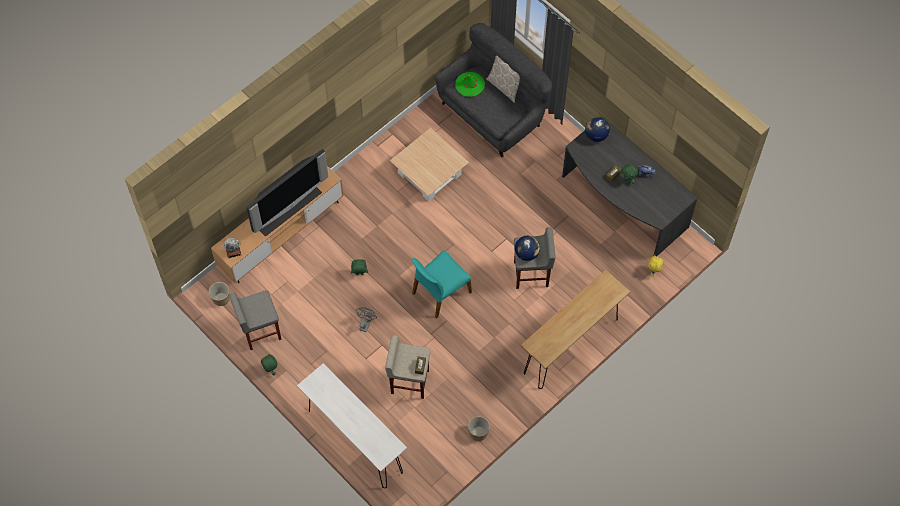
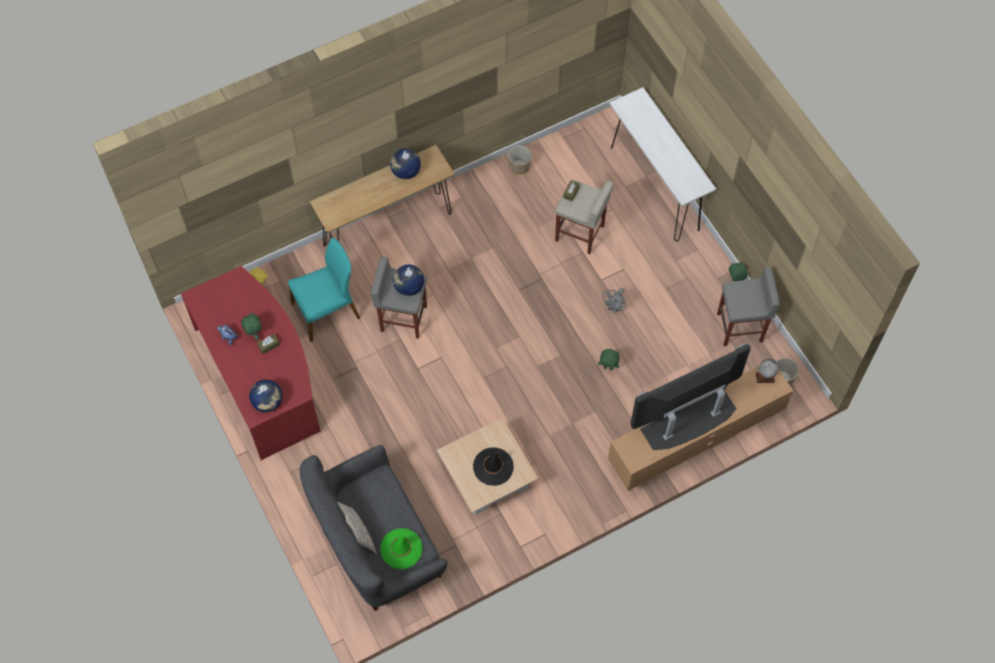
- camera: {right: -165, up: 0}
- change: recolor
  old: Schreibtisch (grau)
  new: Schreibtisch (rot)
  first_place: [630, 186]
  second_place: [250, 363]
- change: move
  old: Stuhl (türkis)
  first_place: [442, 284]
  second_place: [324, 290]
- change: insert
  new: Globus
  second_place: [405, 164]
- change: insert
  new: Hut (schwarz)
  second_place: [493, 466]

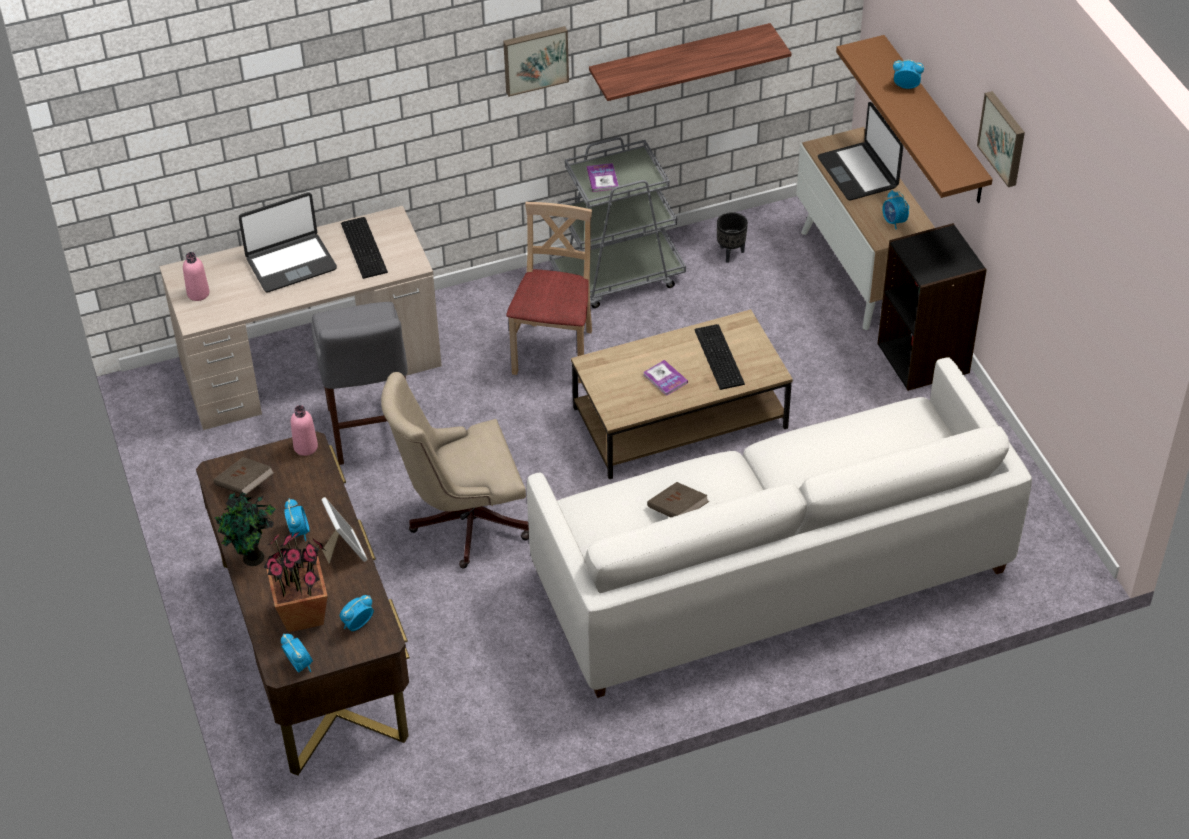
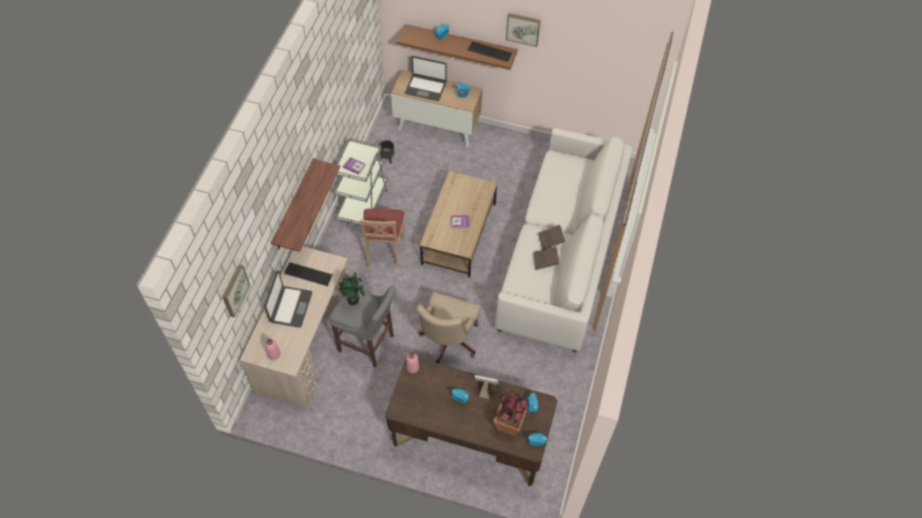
- camera: {right: -55, up: 10}
- change: move
  old: Wandregal
  first_place: [690, 62]
  second_place: [305, 205]
- change: move
  old: Bild
  first_place: [536, 61]
  second_place: [236, 291]
- change: rotate
  old: Stuhl (beige)
  first_place: [549, 292]
  second_place: [382, 238]
  degrees: -135
- change: delete
  old: Bücherregal (schwarz)
  first_place: [932, 307]
- change: move
  old: Tastatur
  first_place: [720, 357]
  second_place: [490, 51]
- change: move
  old: Buch (braun)
  first_place: [244, 475]
  second_place: [551, 237]
- change: move
  old: Topfpflanze
  first_place: [245, 529]
  second_place: [352, 289]

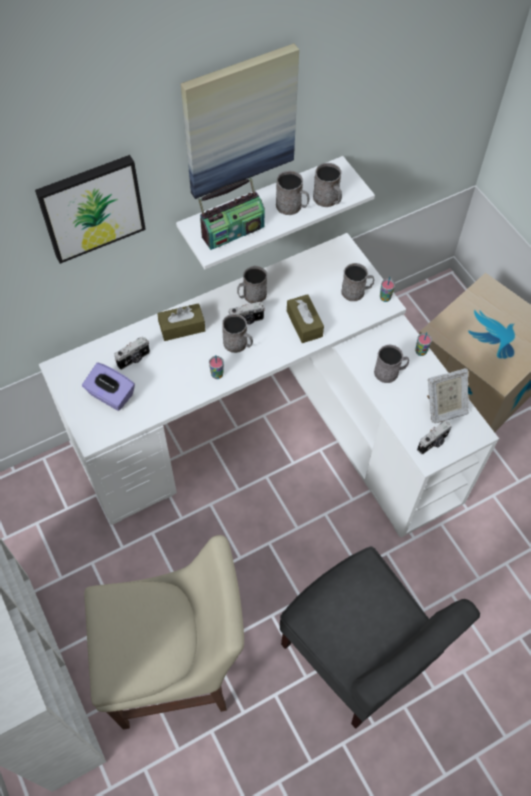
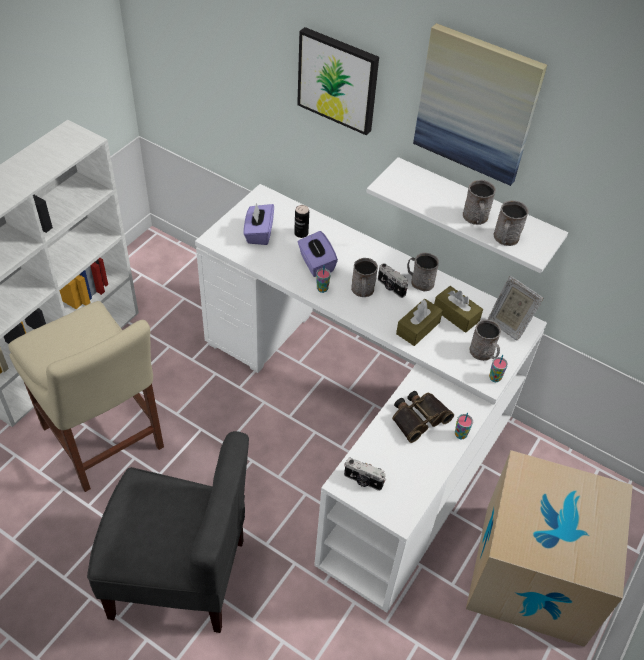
- camera: {right: 60, up: -10}
- change: delete
  old: Radio
  first_place: [231, 213]
- change: move
  old: Taschentuchbox (braun)
  first_place: [181, 322]
  second_place: [458, 309]
- change: replace
  old: Kamera
  new: Dose
  first_place: [132, 353]
  second_place: [301, 221]
- change: replace
  old: Henkelbecher (grau)
  new: Fernglas
  first_place: [391, 364]
  second_place: [423, 417]
- change: move
  old: Bilderrahmen
  first_place: [448, 395]
  second_place: [515, 308]
- change: rotate
  old: Stuhl (grau)
  first_place: [380, 637]
  second_place: [168, 532]
  degrees: -105
- change: insert
  new: Taschentuchbox (lila)
  second_place: [318, 254]

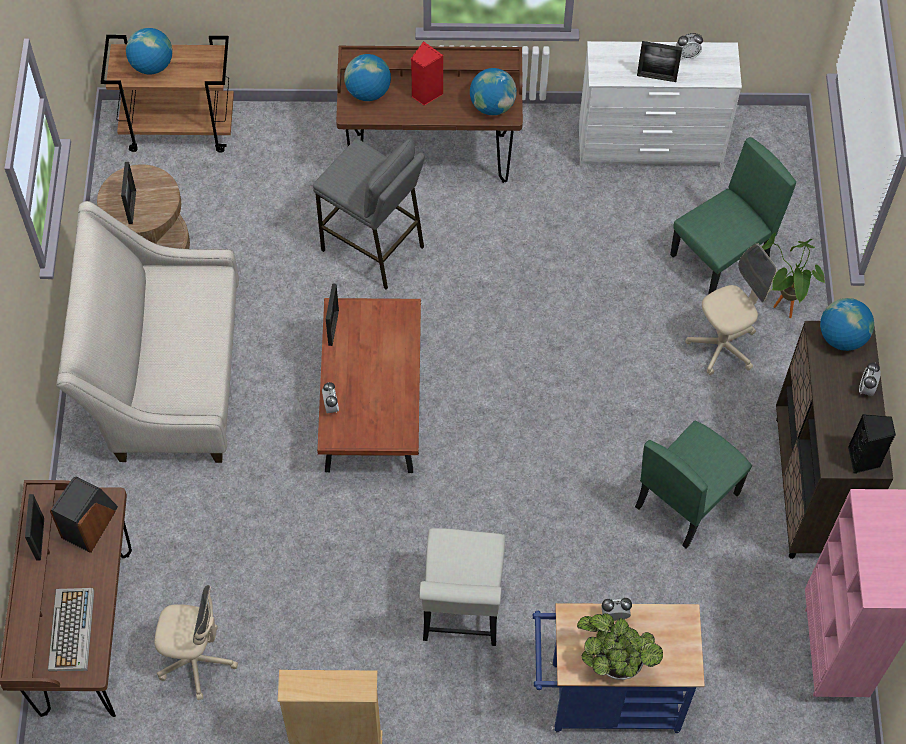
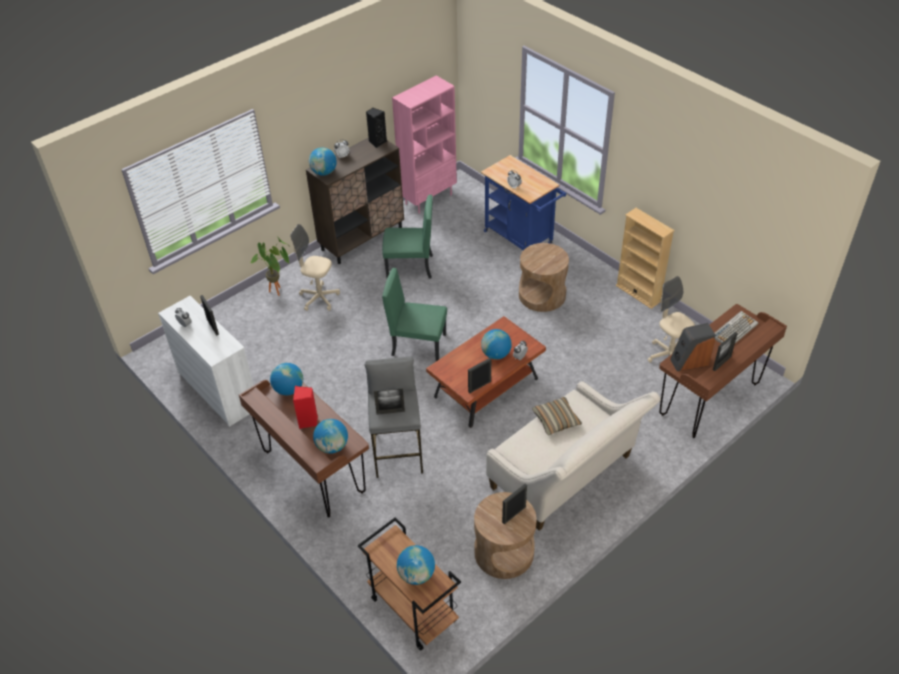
- camera: {right: -130, up: -15}
- change: move
  old: Stuhl (grün)
  first_place: [733, 215]
  second_place: [414, 314]
- change: replace
  old: Stuhl (weiß)
  new: Beistelltisch (braun)
  first_place: [462, 587]
  second_place: [544, 277]
- change: delete
  old: Topfpflanze
  first_place: [620, 646]
- change: insert
  new: Globus
  second_place: [496, 344]
- change: insert
  new: Bilderrahmen
  second_place: [389, 400]
- change: insert
  new: Kissen
  second_place: [557, 416]

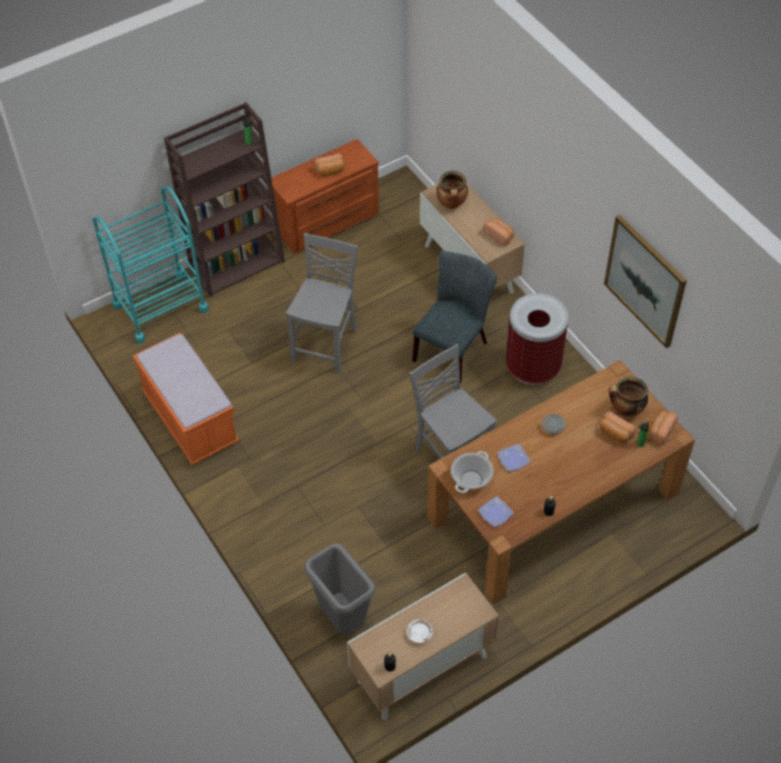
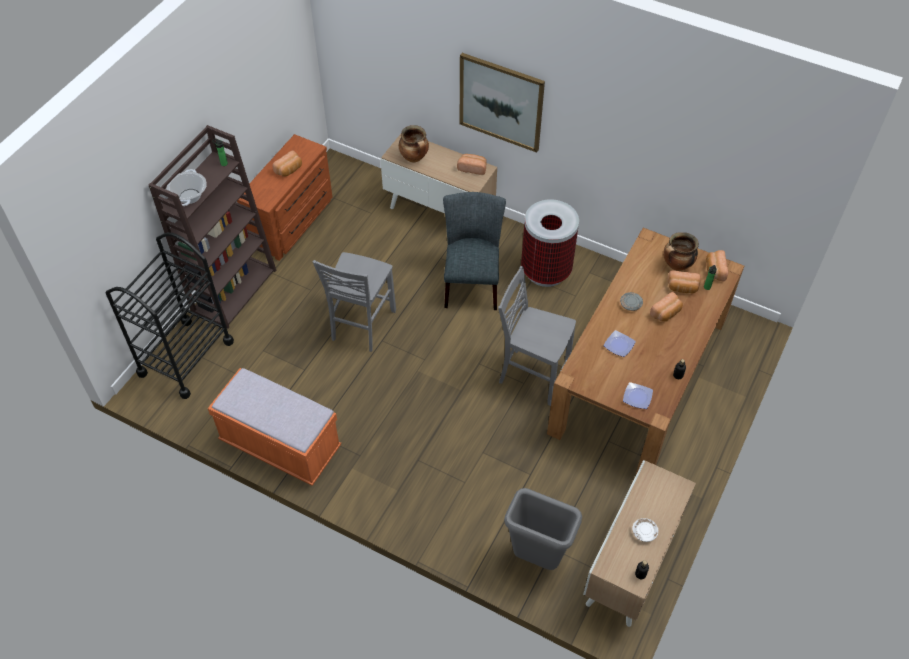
- camera: {right: -30, up: 0}
- change: recolor
  old: Rollwagen (türkis)
  new: Rollwagen (schwarz)
  first_place: [150, 265]
  second_place: [170, 315]
- change: move
  old: Bild
  first_place: [645, 282]
  second_place: [502, 103]
- change: rotate
  old: Stuhl (grau)
  first_place: [322, 303]
  second_place: [354, 302]
  degrees: -150
- change: move
  old: Kochtopf
  first_place: [472, 472]
  second_place: [187, 187]
- change: insert
  new: Brot
  second_place: [666, 307]

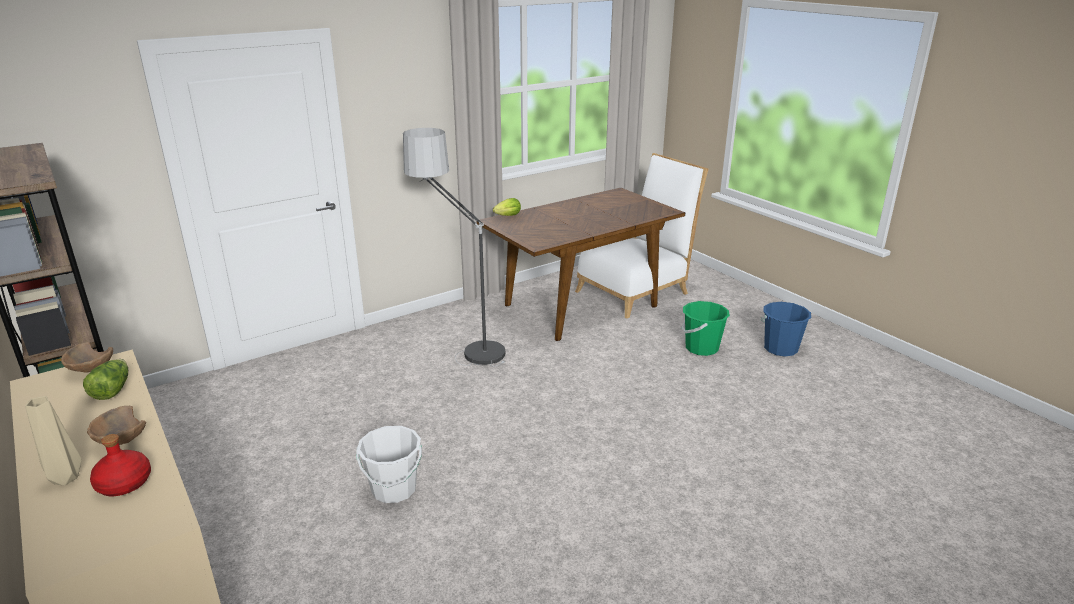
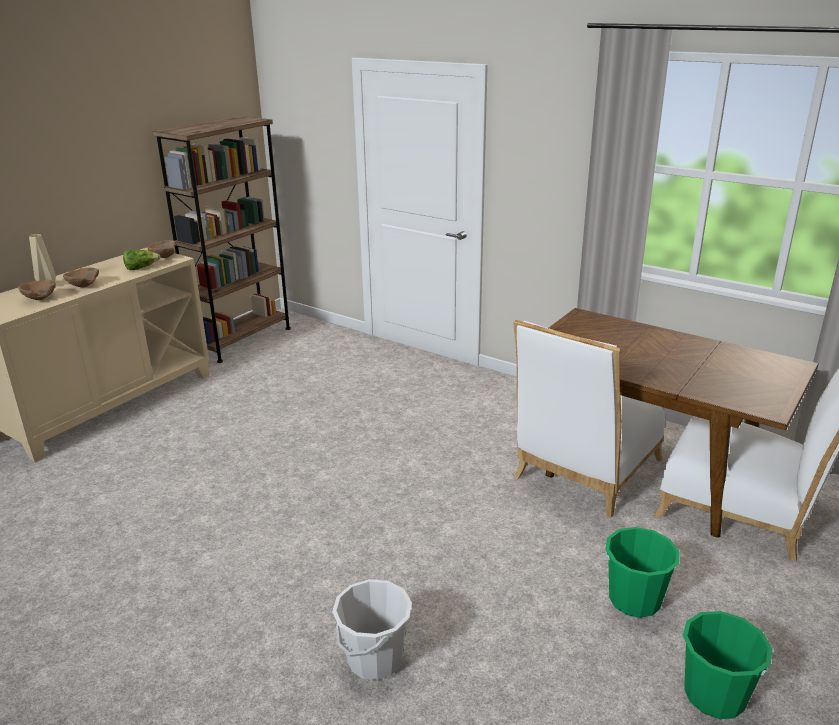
- camera: {right: 70, up: 0}
- change: delete
  old: Stehlampe
  first_place: [454, 247]
- change: delete
  old: Salatkopf
  first_place: [507, 207]
- change: recolor
  old: Eimer (blau)
  new: Eimer (grün)
  first_place: [786, 329]
  second_place: [727, 665]
- change: move
  old: Eimer (weiß)
  first_place: [389, 464]
  second_place: [372, 629]
- change: replace
  old: Flasche (rot)
  new: Schüssel (braun)
  first_place: [120, 465]
  second_place: [37, 290]
- change: insert
  new: Stuhl (weiß)
  second_place: [589, 419]

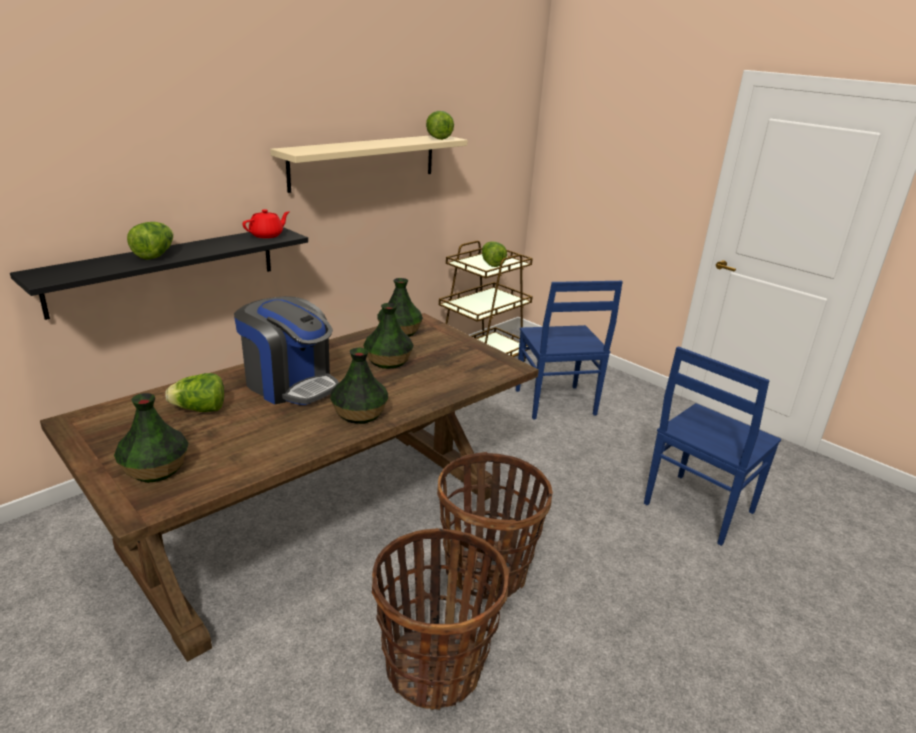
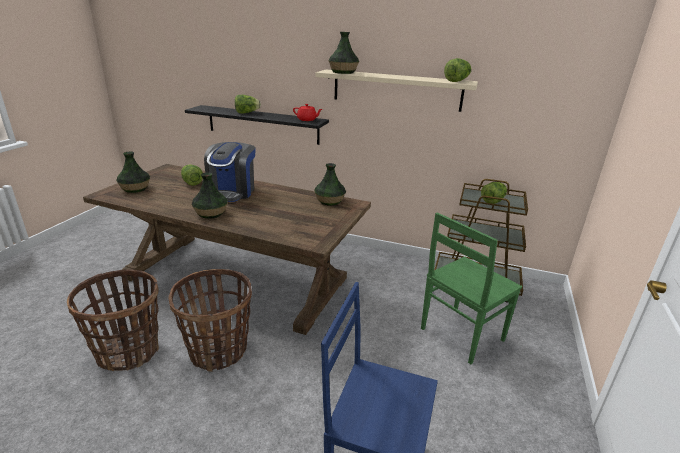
- camera: {right: 65, up: 0}
- change: recolor
  old: Stuhl (blau)
  new: Stuhl (grün)
  first_place: [569, 350]
  second_place: [471, 288]
- change: move
  old: Vase
  first_place: [388, 336]
  second_place: [343, 53]

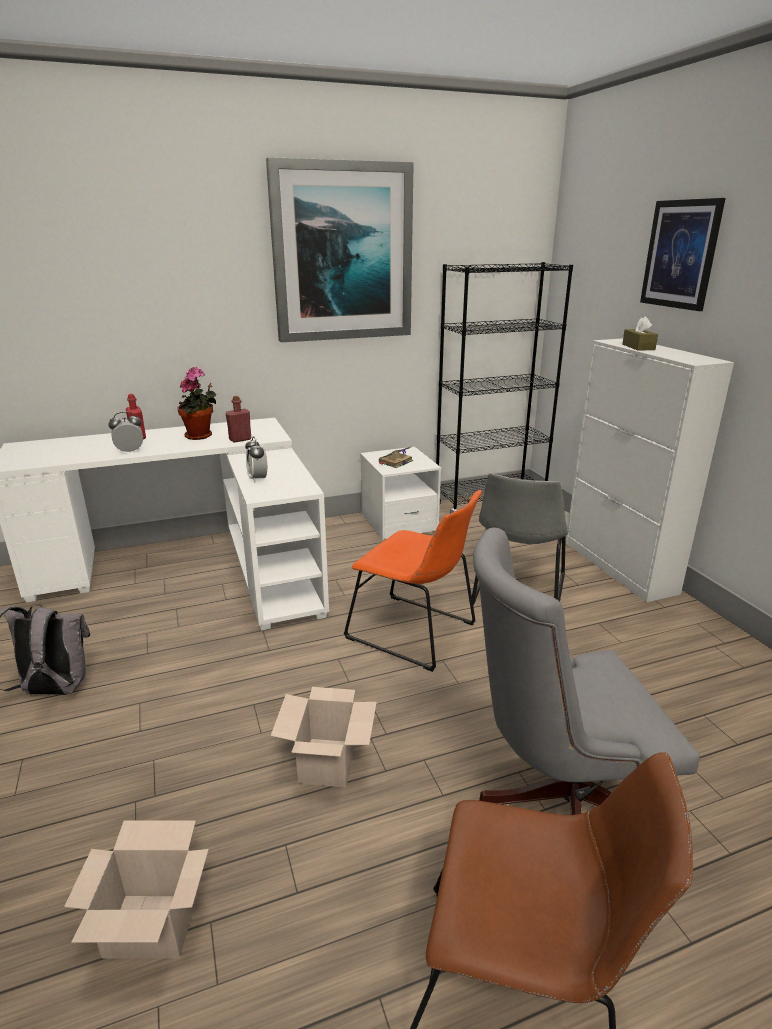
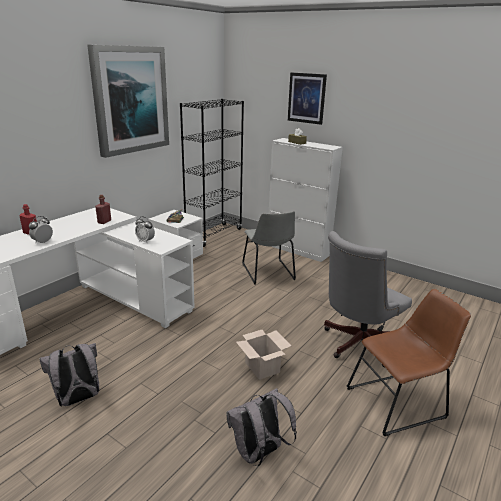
- camera: {right: -35, up: 0}
- change: delete
  old: Topfpflanze
  first_place: [196, 403]
- change: delete
  old: Stuhl (orange)
  first_place: [413, 581]
- change: replace
  old: Karton
  new: Rucksack (grau)
  first_place: [136, 890]
  second_place: [261, 427]

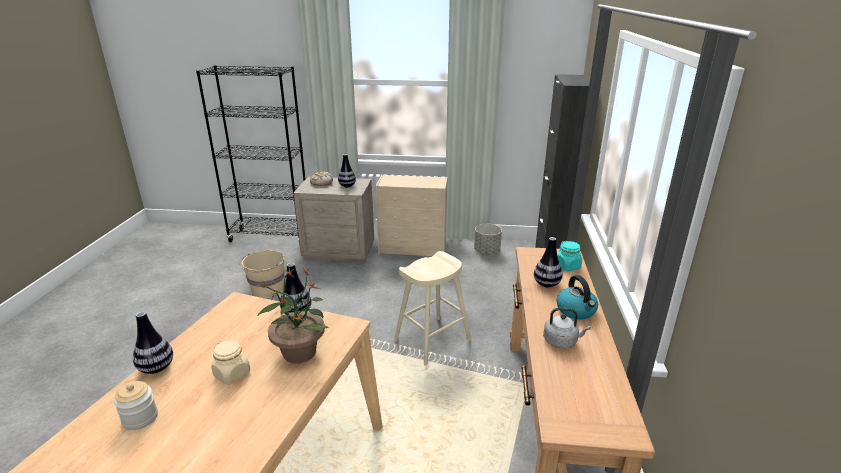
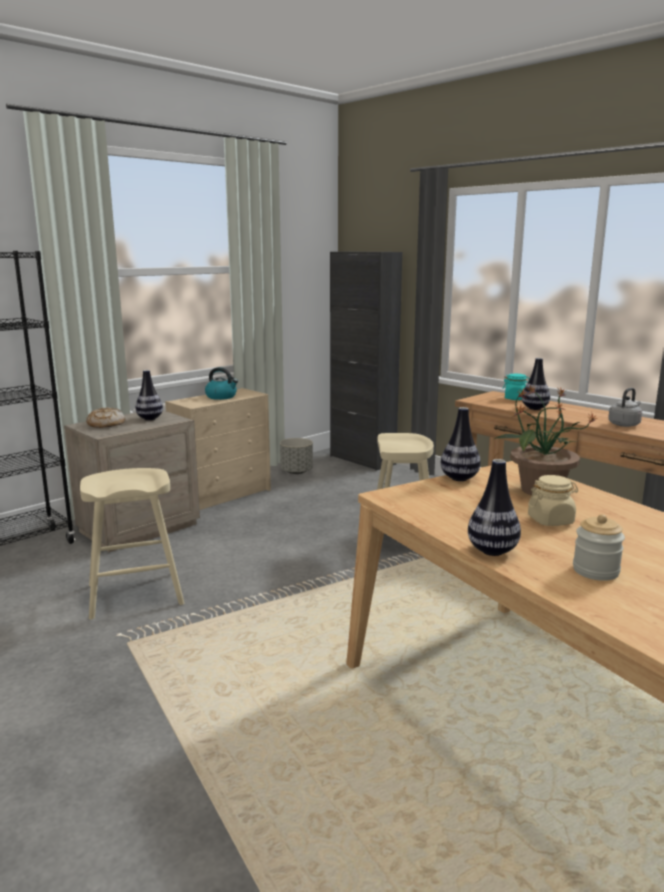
- camera: {right: -50, up: -10}
- change: replace
  old: Eimer (beige)
  new: Hocker (beige)
  first_place: [262, 274]
  second_place: [132, 544]
- change: move
  old: Wasserkessel
  first_place: [577, 297]
  second_place: [221, 383]

